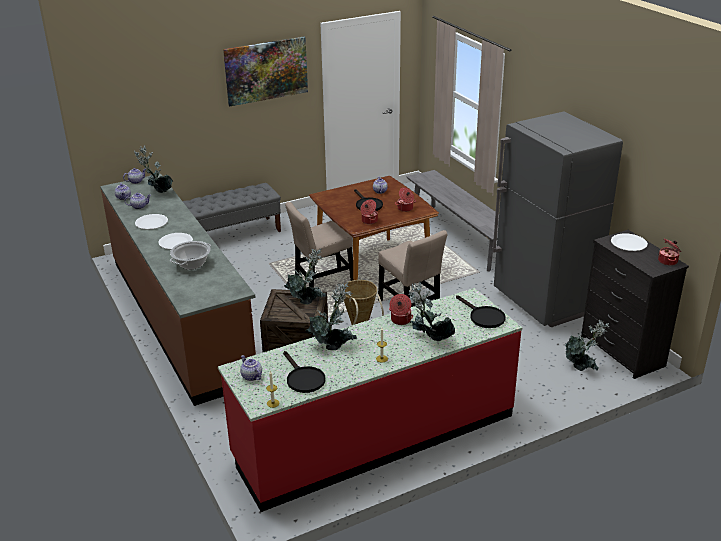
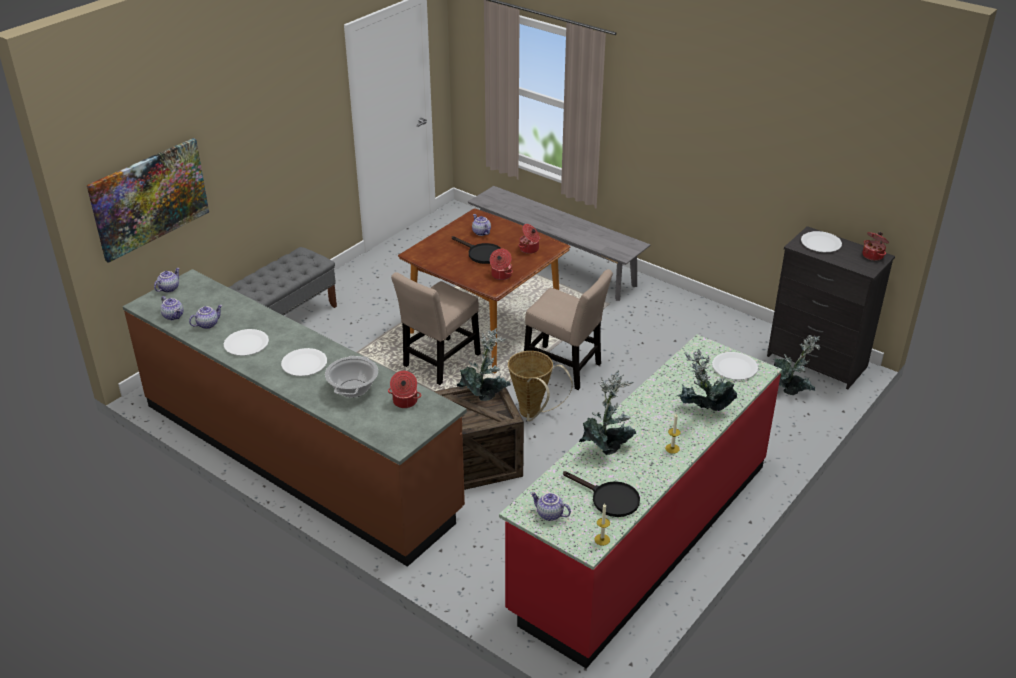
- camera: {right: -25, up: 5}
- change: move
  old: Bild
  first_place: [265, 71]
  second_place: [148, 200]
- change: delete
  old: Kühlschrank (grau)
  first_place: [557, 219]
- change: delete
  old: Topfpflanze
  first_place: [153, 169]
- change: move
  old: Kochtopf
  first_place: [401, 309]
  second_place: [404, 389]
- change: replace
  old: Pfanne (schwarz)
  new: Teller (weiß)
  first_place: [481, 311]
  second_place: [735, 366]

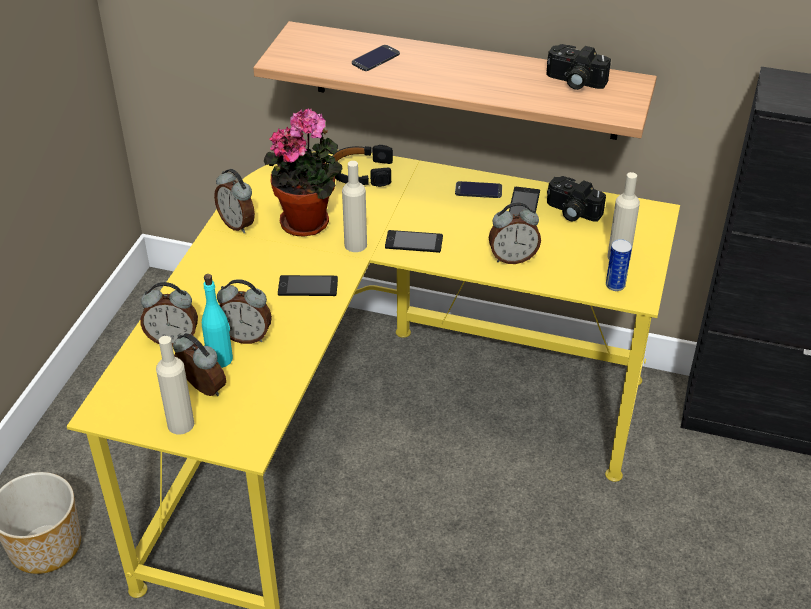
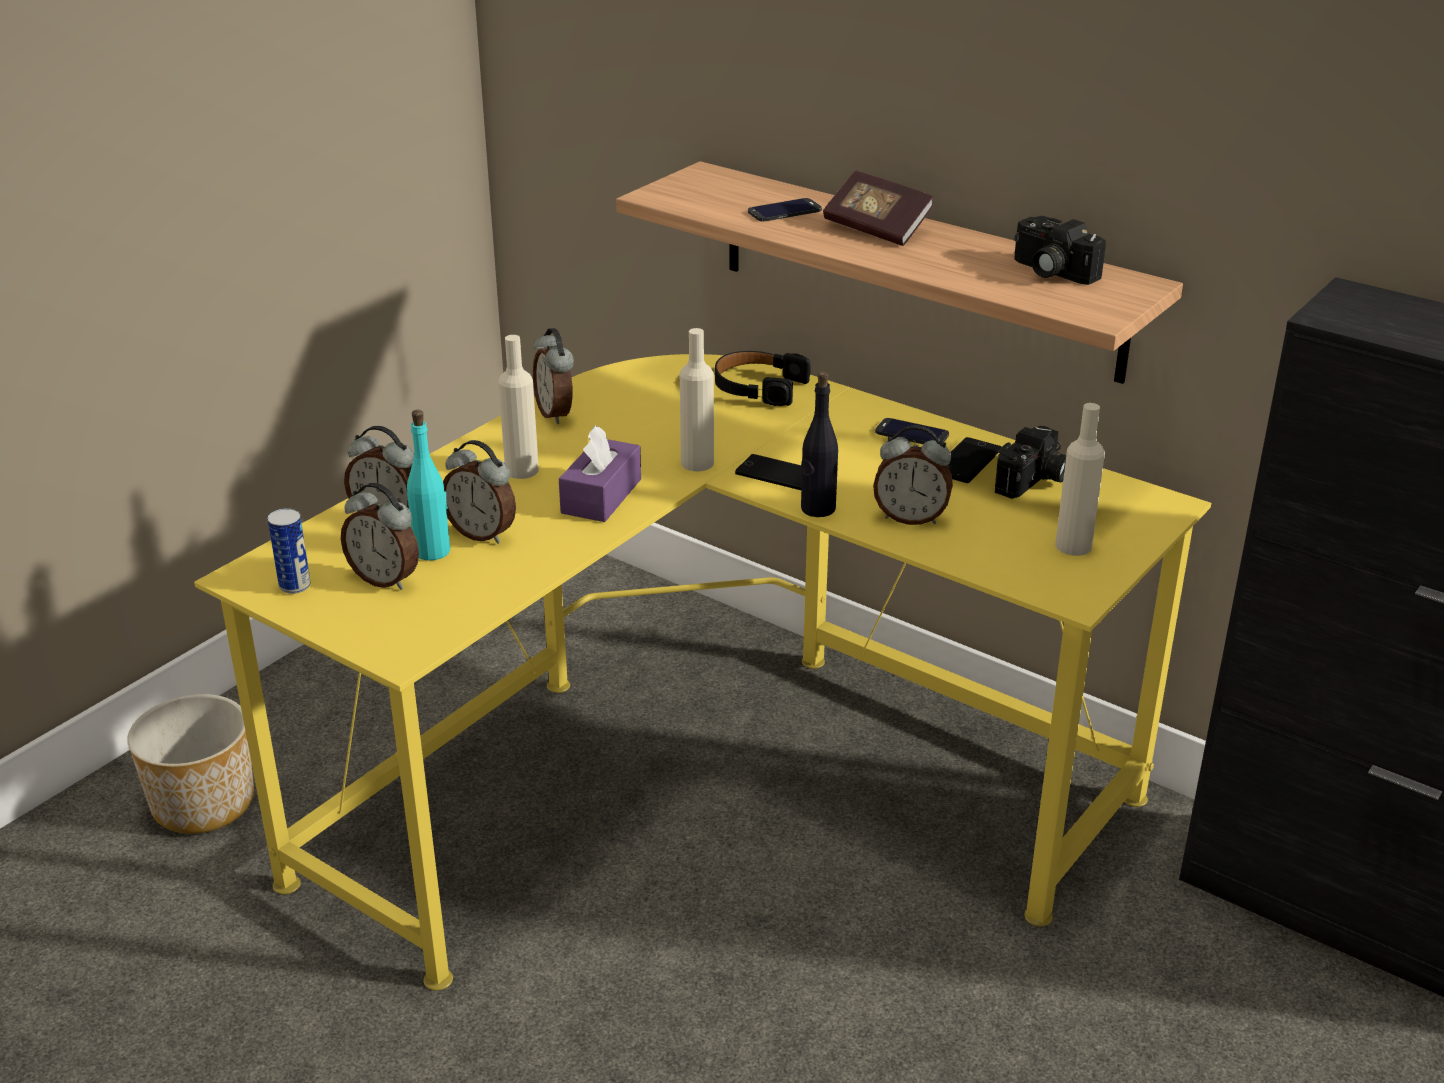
- camera: {right: 20, up: -10}
- change: delete
  old: Topfpflanze
  first_place: [303, 172]
- change: rotate
  old: Kamera
  first_place: [576, 199]
  second_place: [1030, 462]
  degrees: -105
- change: move
  old: Dose
  first_place: [619, 265]
  second_place: [289, 551]
- change: replace
  old: Handy
  new: Taschentuchbox (lila)
  first_place: [308, 285]
  second_place: [600, 473]
- change: rotate
  old: Wecker
  first_place: [199, 364]
  second_place: [380, 536]
  degrees: 150
- change: move
  old: Flasche (beige)
  first_place: [175, 385]
  second_place: [518, 407]
- change: insert
  new: Buch
  second_place: [878, 208]
- change: insert
  new: Flasche (schwarz)
  second_place: [819, 444]

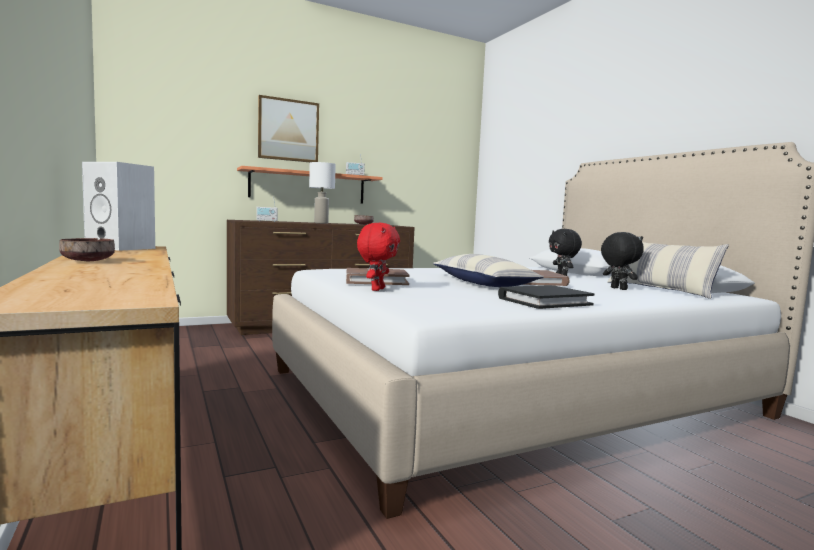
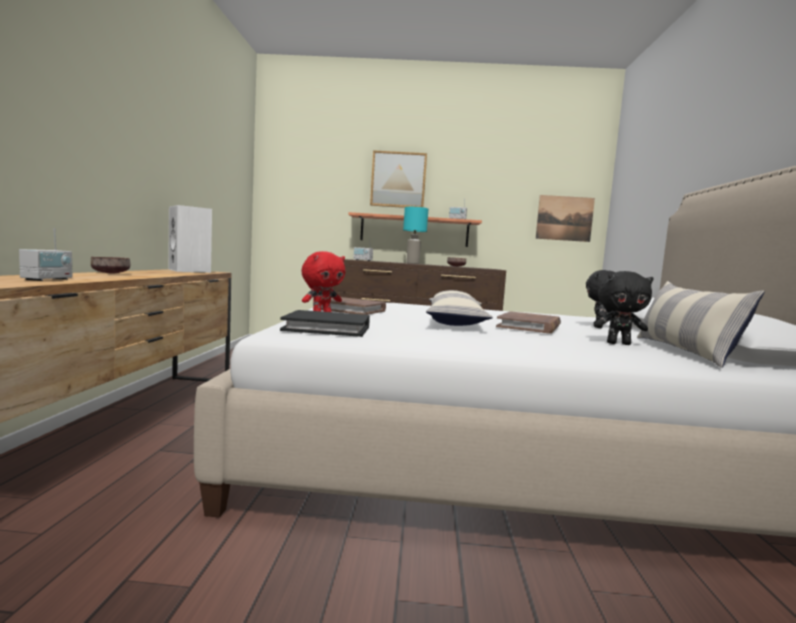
- camera: {right: 30, up: 0}
- change: recolor
  old: Tischlampe (weiß)
  new: Tischlampe (türkis)
  first_place: [322, 193]
  second_place: [415, 235]
- change: rotate
  old: Plüschtier (schwarz)
  first_place: [622, 261]
  second_place: [624, 308]
  degrees: 90
- change: move
  old: Buch (schwarz)
  first_place: [546, 297]
  second_place: [325, 323]
- change: insert
  new: Bild
  second_place: [565, 218]
- change: insert
  new: Radio
  second_place: [45, 254]

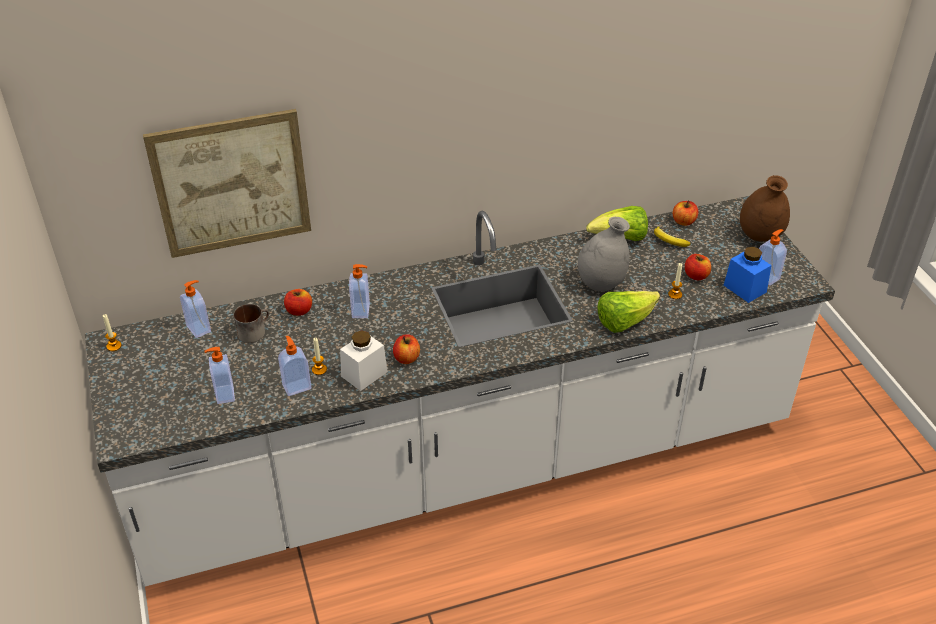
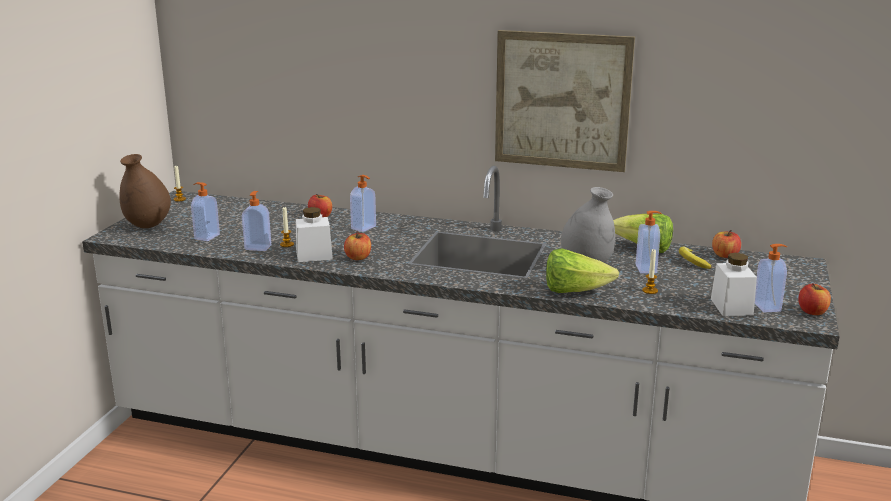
- camera: {right: 35, up: -20}
- change: move
  old: Bild
  first_place: [227, 183]
  second_place: [565, 101]
- change: move
  old: Vase (braun)
  first_place: [765, 208]
  second_place: [145, 191]
- change: recolor
  old: Vorratsglas (blau)
  new: Vorratsglas (weiß)
  first_place: [747, 275]
  second_place: [734, 284]
- change: move
  old: Apfel
  first_place: [698, 267]
  second_place: [814, 299]
- change: move
  old: Seifenspender
  first_place: [195, 309]
  second_place: [649, 242]
- change: delete
  old: Henkelbecher
  first_place: [251, 323]

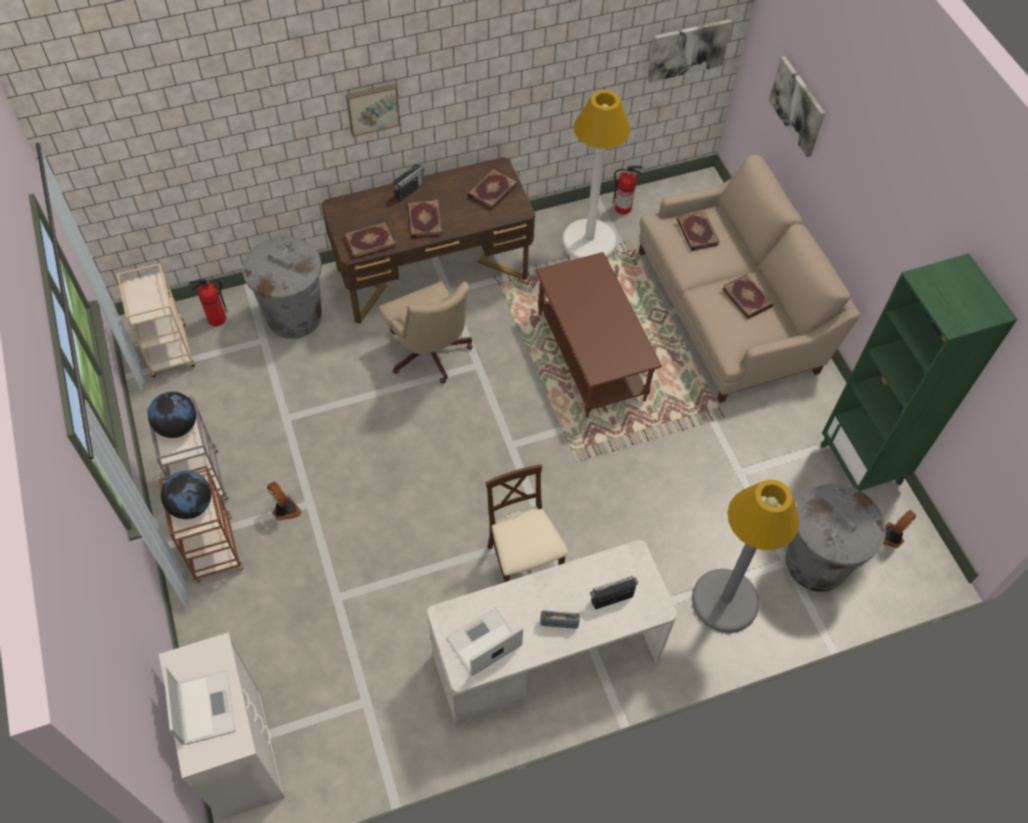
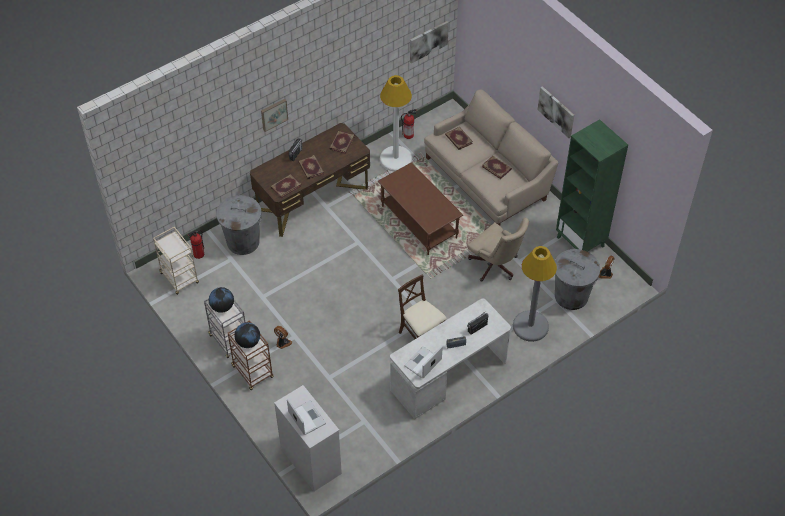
- camera: {right: -15, up: -5}
- change: move
  old: Bild
  first_place: [797, 106]
  second_place: [555, 112]
- change: move
  old: Bürostuhl (beige)
  first_place: [426, 332]
  second_place: [498, 250]

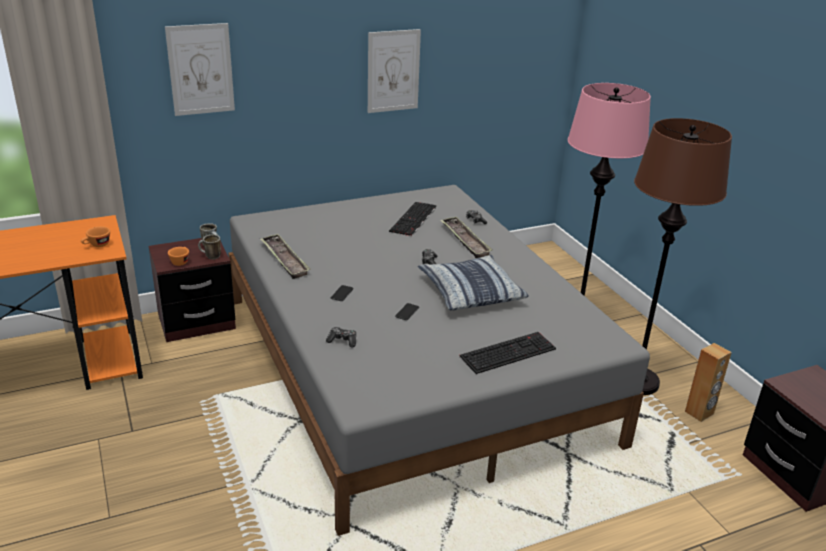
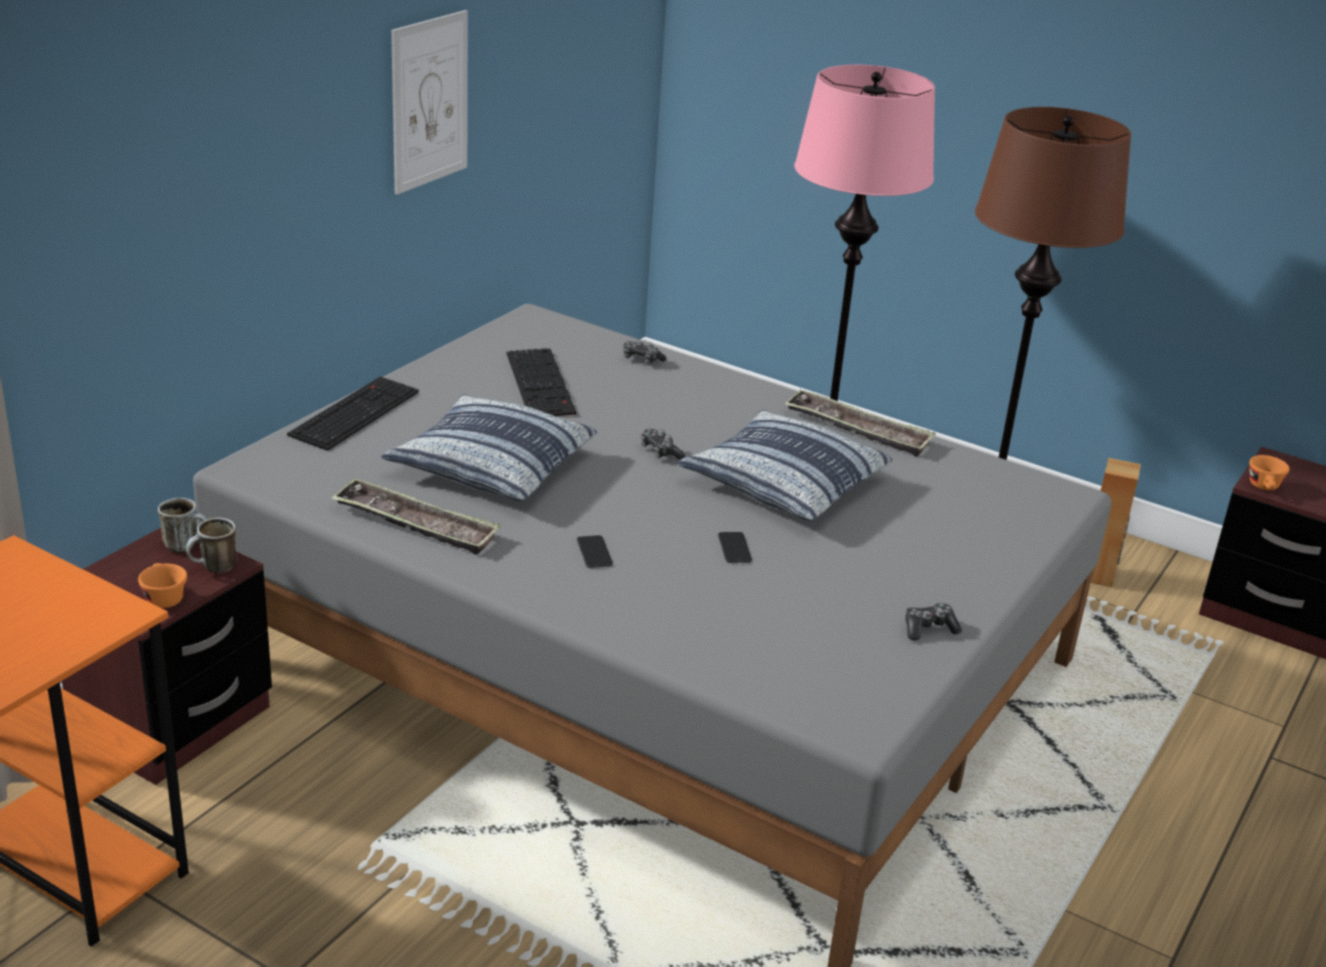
- camera: {right: -35, up: 0}
- change: delete
  old: Bild
  first_place: [200, 69]
- change: move
  old: Tablett
  first_place: [466, 237]
  second_place: [860, 423]
- change: move
  old: Tasse (orange)
  first_place: [95, 236]
  second_place: [1269, 472]
- change: move
  old: Gamepad
  first_place: [341, 337]
  second_place: [933, 622]
- change: move
  old: Tastatur
  first_place: [507, 353]
  second_place: [353, 414]
- change: insert
  new: Kissen
  second_place: [489, 447]

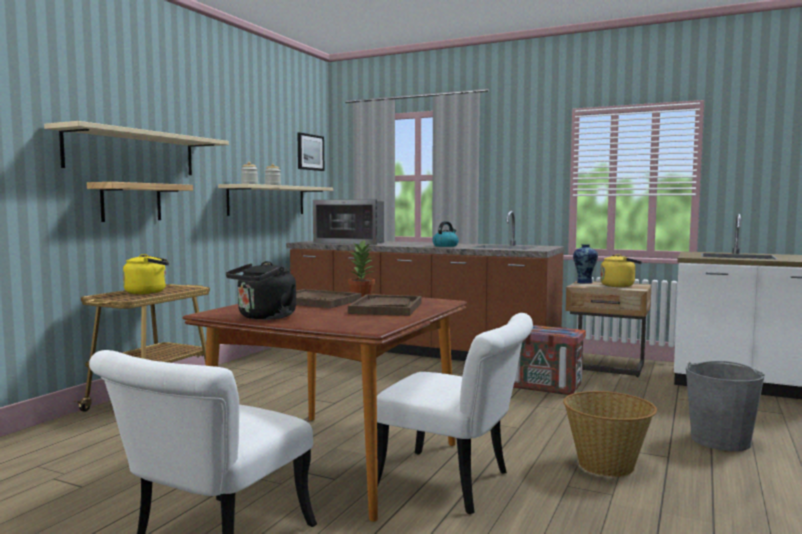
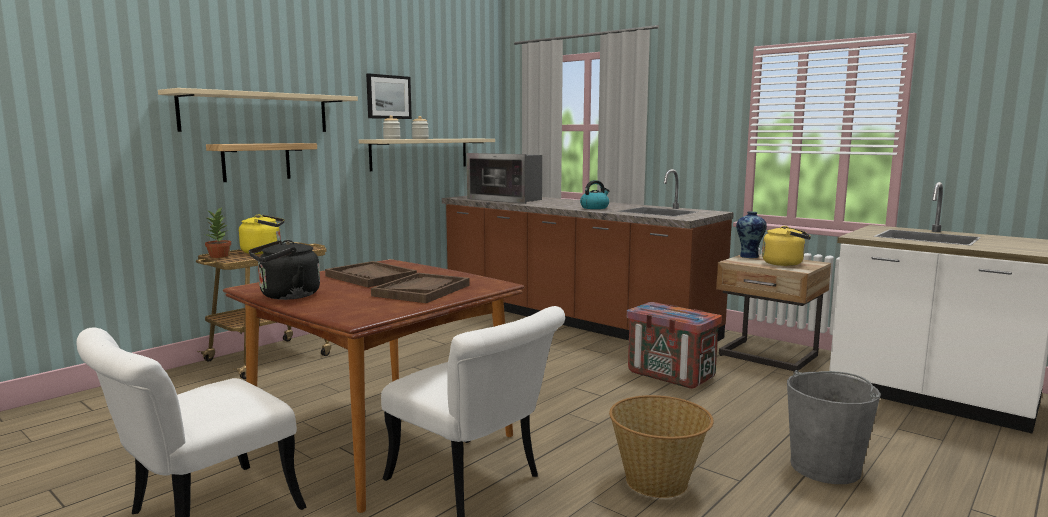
- camera: {right: 15, up: 5}
- change: move
  old: Bild
  first_place: [310, 151]
  second_place: [389, 96]
- change: move
  old: Topfpflanze
  first_place: [361, 268]
  second_place: [218, 233]

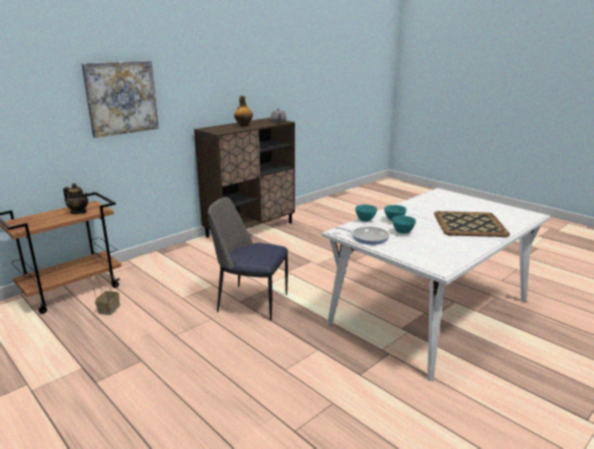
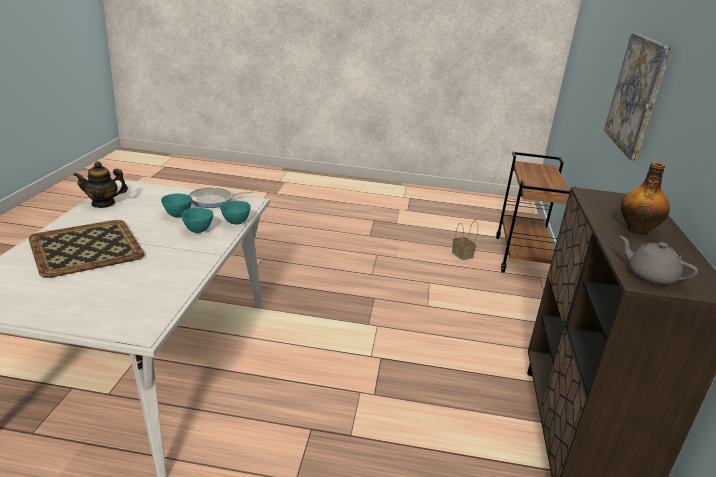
- camera: {right: 140, up: 5}
- change: move
  old: Teekanne
  first_place: [75, 198]
  second_place: [100, 185]
- change: delete
  old: Stuhl
  first_place: [248, 259]

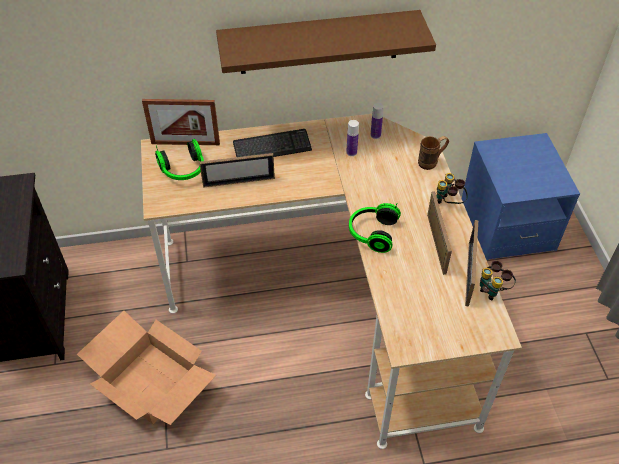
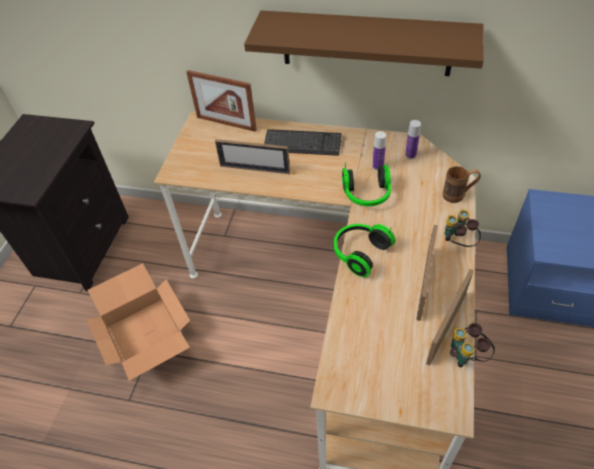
- camera: {right: 25, up: 0}
- change: move
  old: Kopfhörer
  first_place: [179, 159]
  second_place: [366, 184]

